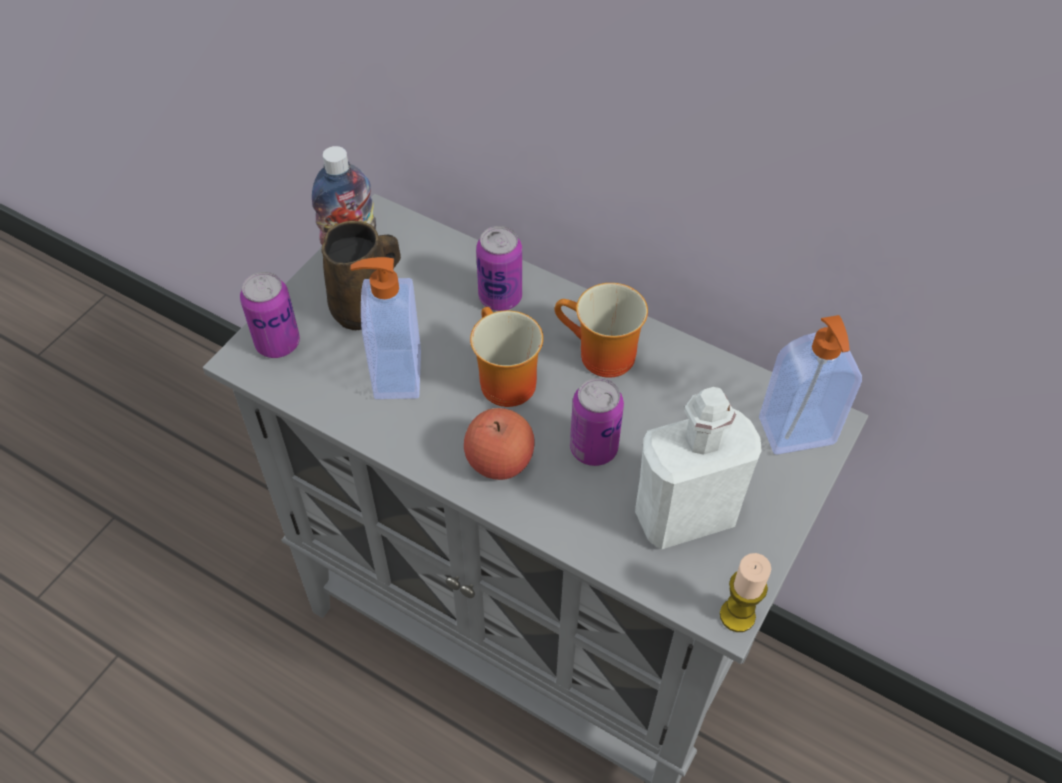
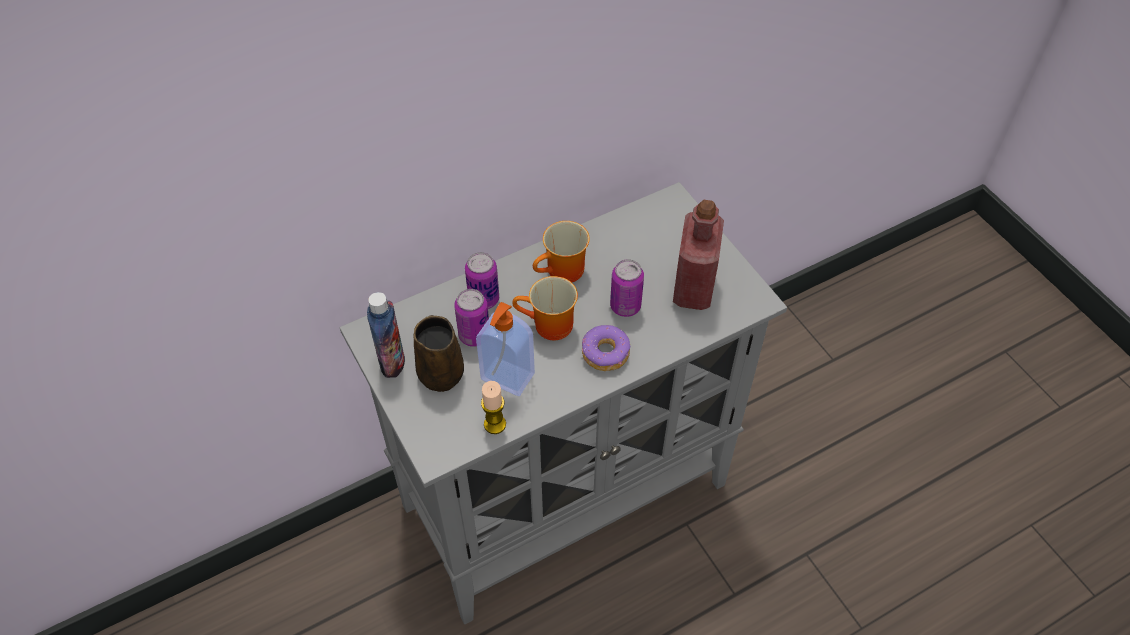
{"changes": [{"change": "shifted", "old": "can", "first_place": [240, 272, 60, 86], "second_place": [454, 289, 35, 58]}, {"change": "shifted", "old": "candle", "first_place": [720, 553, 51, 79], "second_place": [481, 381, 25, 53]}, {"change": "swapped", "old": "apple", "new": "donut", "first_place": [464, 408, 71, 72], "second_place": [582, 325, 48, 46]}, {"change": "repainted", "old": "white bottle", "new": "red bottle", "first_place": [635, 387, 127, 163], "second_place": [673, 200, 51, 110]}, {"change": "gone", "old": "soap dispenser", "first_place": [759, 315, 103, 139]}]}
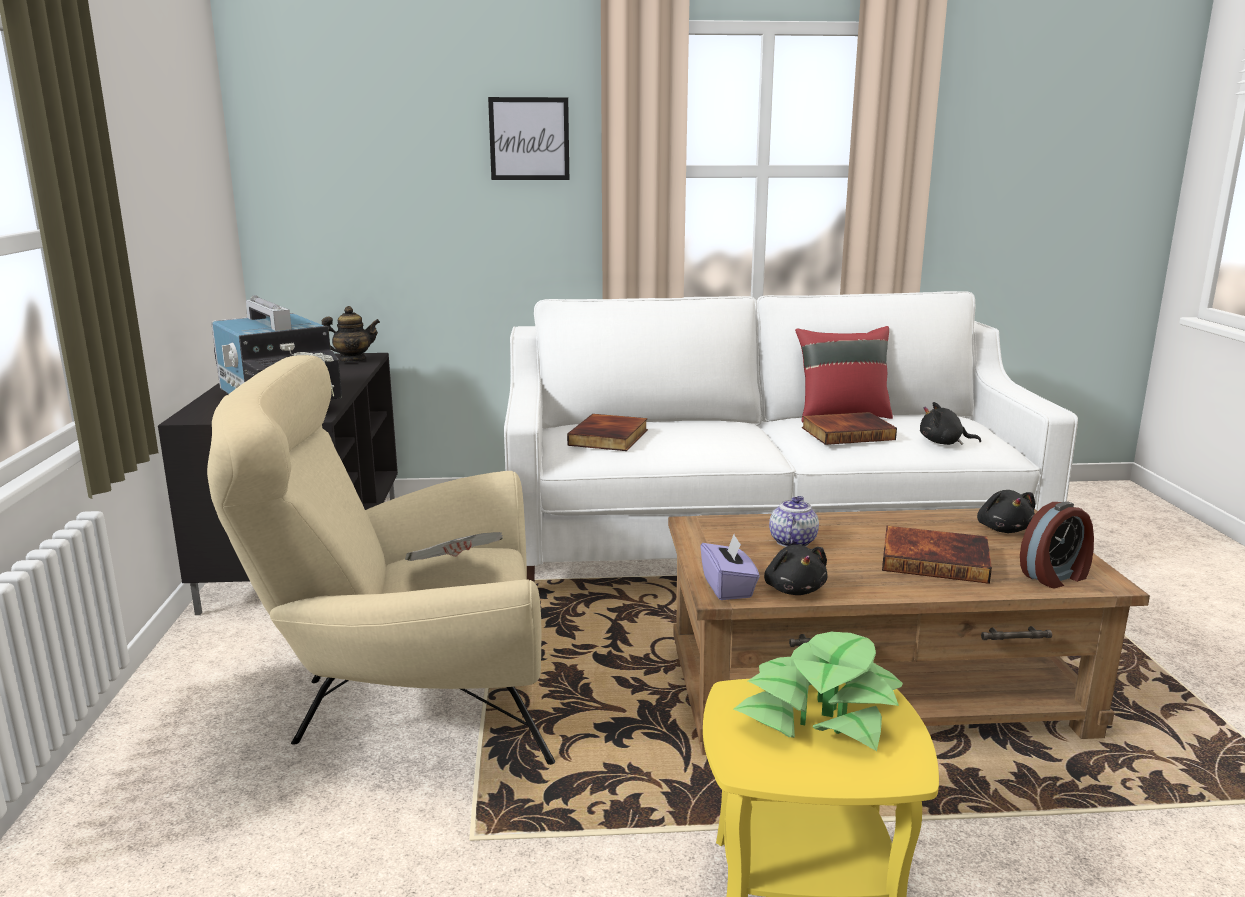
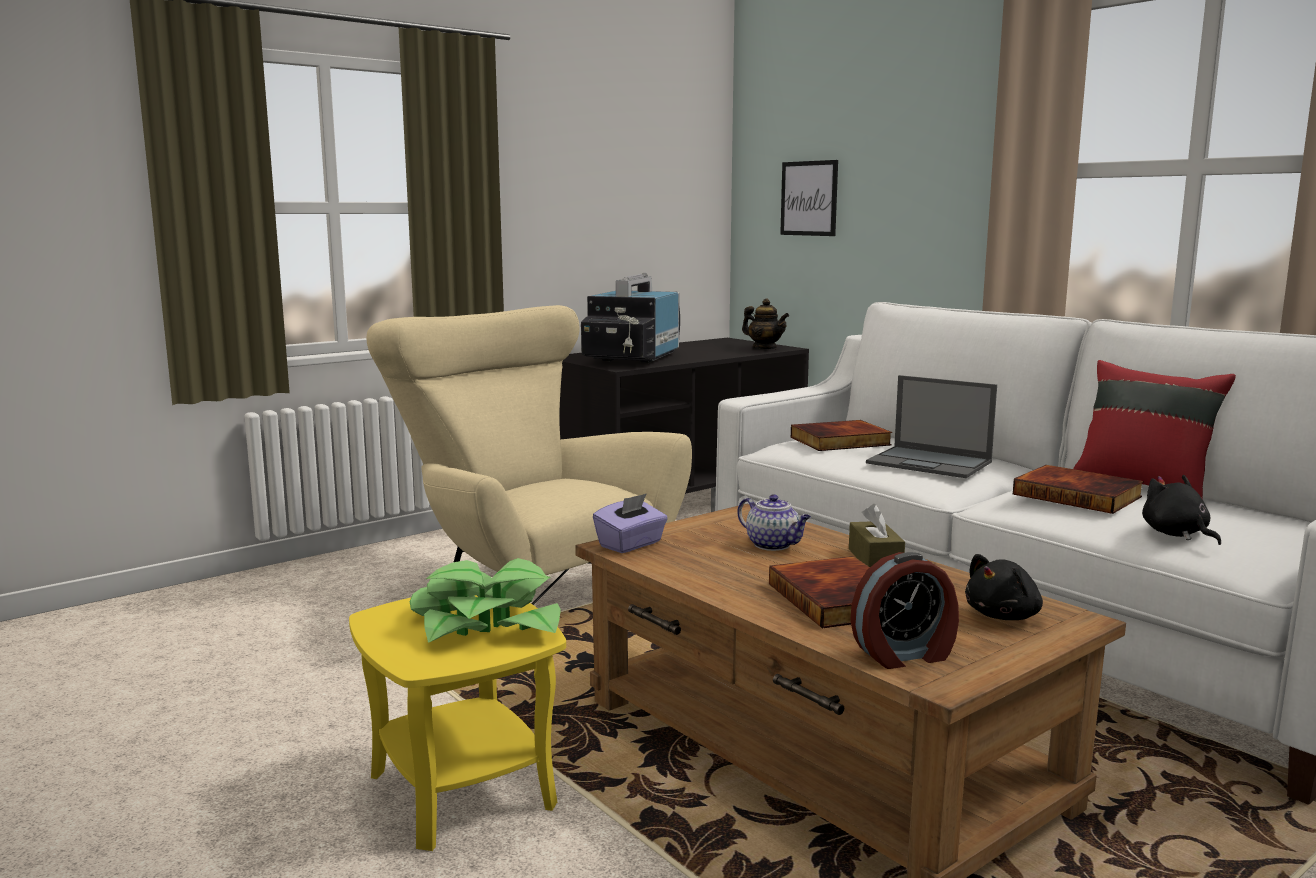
{"changes": [{"change": "rotated", "old": "teapot", "first_place": [769, 496, 50, 51], "second_place": [738, 494, 73, 57], "degrees": 60}, {"change": "shifted", "old": "picture", "first_place": [488, 97, 81, 83], "second_place": [780, 160, 58, 76]}, {"change": "new", "new": "brown tissue box", "second_place": [849, 504, 56, 63]}, {"change": "rotated", "old": "alarm clock", "first_place": [1020, 502, 74, 86], "second_place": [850, 552, 109, 117], "degrees": -45}, {"change": "new", "new": "laptop", "second_place": [866, 375, 131, 103]}, {"change": "gone", "old": "newspaper", "first_place": [405, 532, 98, 29]}, {"change": "gone", "old": "black plush toy", "first_place": [764, 544, 63, 51]}]}
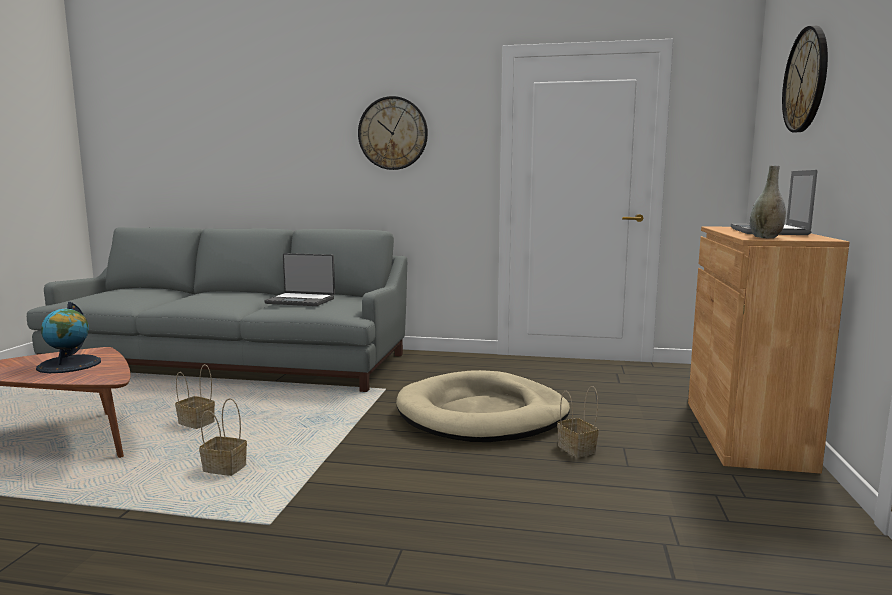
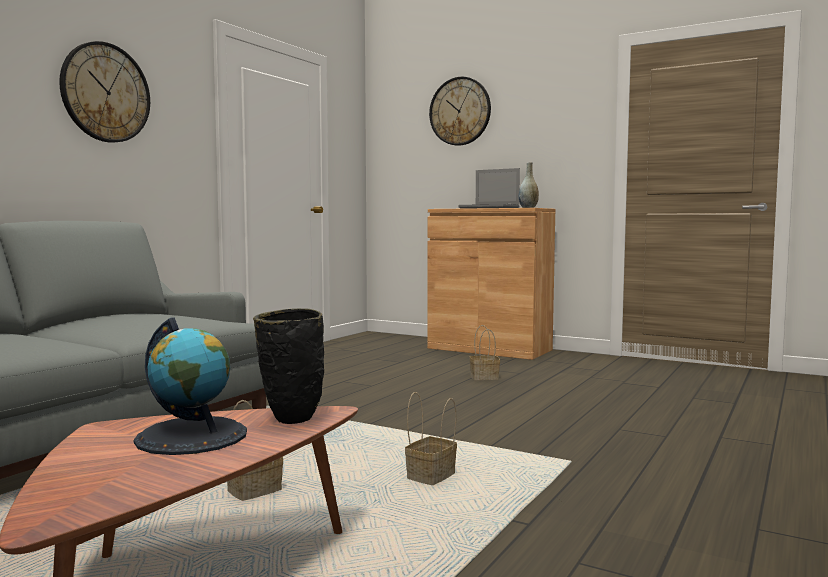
{"changes": [{"change": "new", "new": "black vase", "second_place": [253, 308, 71, 116]}, {"change": "gone", "old": "laptop", "first_place": [265, 253, 70, 53]}, {"change": "gone", "old": "beige dog bed", "first_place": [396, 370, 174, 72]}]}
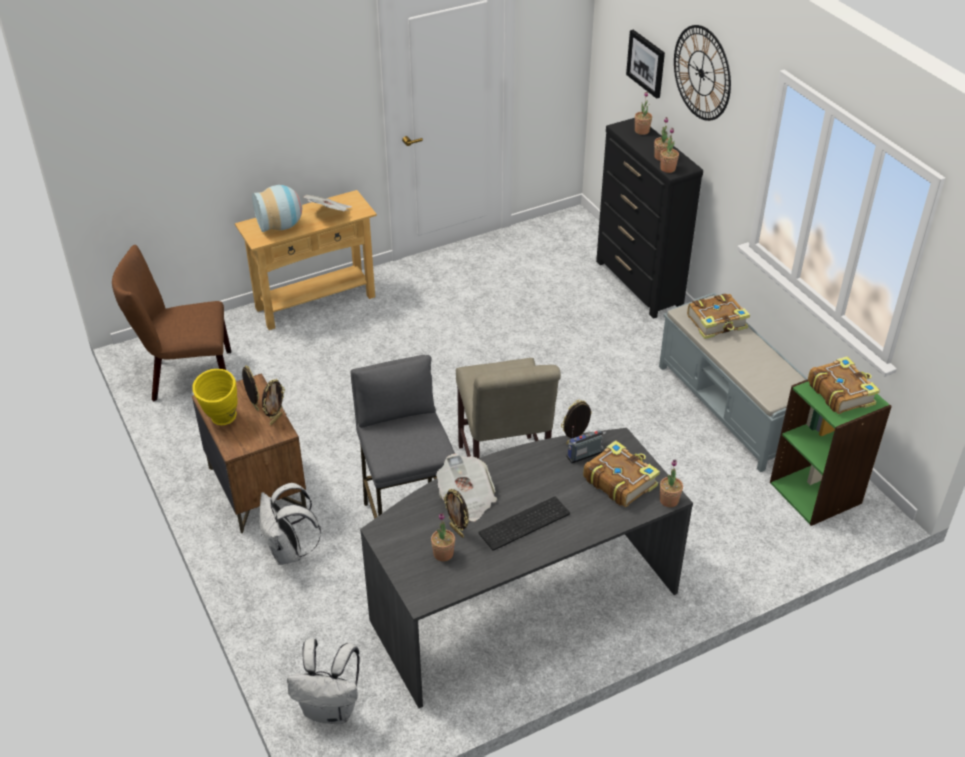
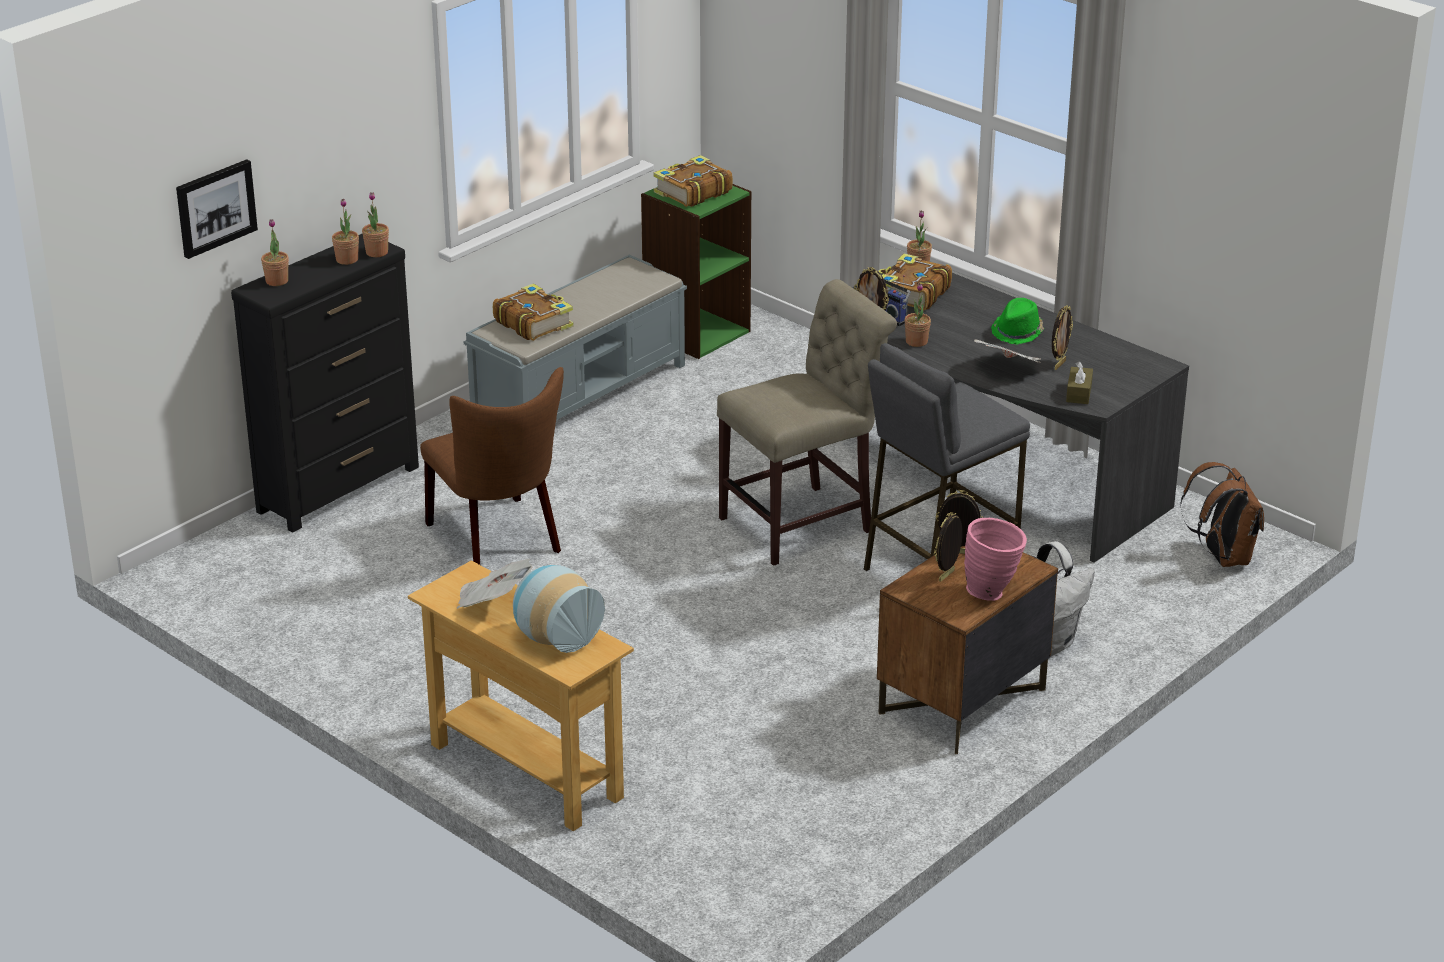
{"changes": [{"change": "shifted", "old": "brown chair", "first_place": [112, 245, 119, 156], "second_place": [420, 367, 144, 198]}, {"change": "shifted", "old": "potted plant", "first_place": [431, 513, 24, 48], "second_place": [905, 283, 26, 64]}, {"change": "repainted", "old": "yellow vase", "new": "pink vase", "first_place": [192, 369, 46, 56], "second_place": [964, 518, 63, 83]}, {"change": "swapped", "old": "keyboard", "new": "green hat", "first_place": [478, 496, 92, 55], "second_place": [991, 298, 53, 47]}, {"change": "new", "new": "brown tissue box", "second_place": [1066, 361, 27, 43]}, {"change": "repainted", "old": "white backpack", "new": "brown backpack", "first_place": [287, 639, 73, 85], "second_place": [1180, 462, 84, 105]}, {"change": "gone", "old": "wall clock", "first_place": [674, 25, 57, 96]}]}
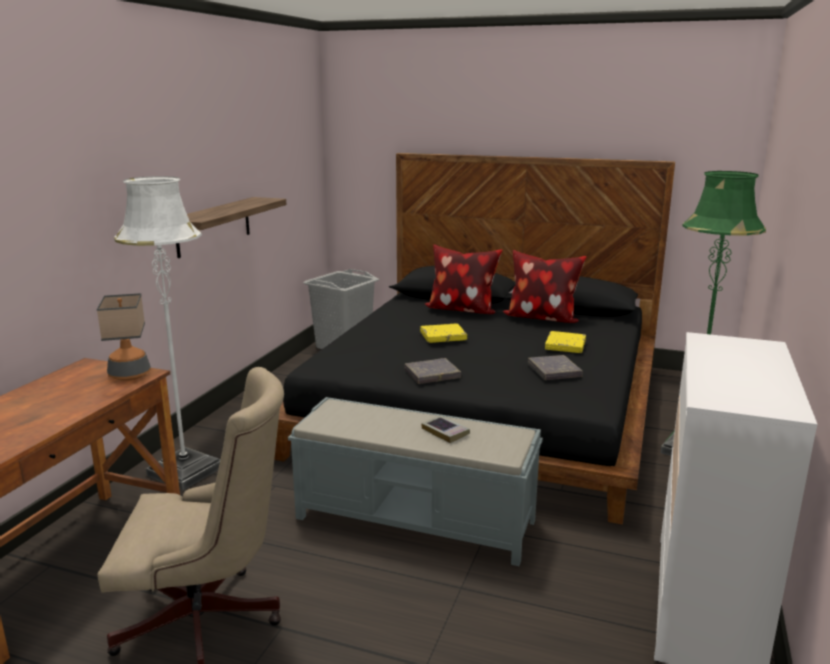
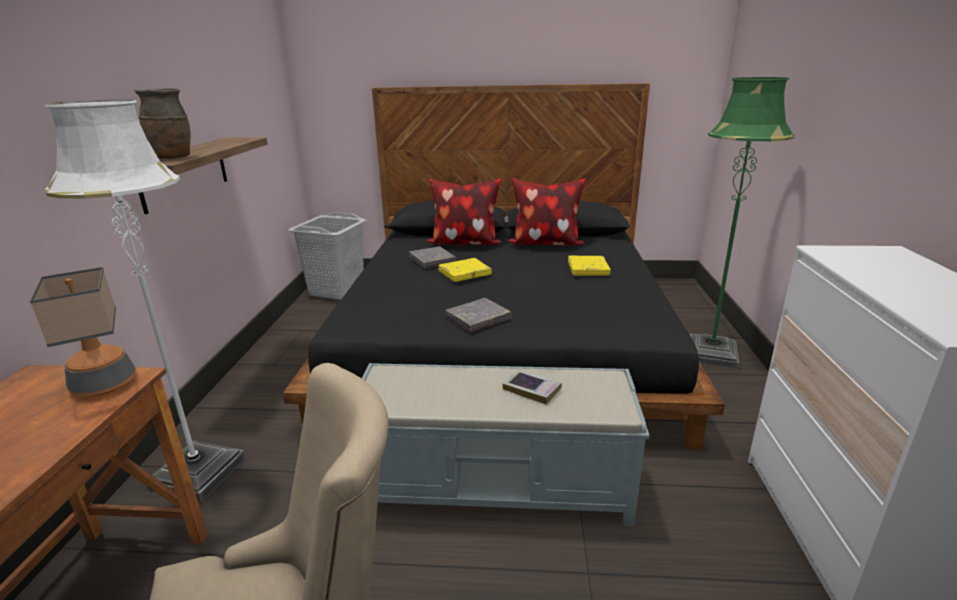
{"changes": [{"change": "new", "new": "brown vase", "second_place": [134, 88, 57, 71]}, {"change": "shifted", "old": "grey book", "first_place": [528, 355, 55, 25], "second_place": [409, 246, 47, 22]}]}
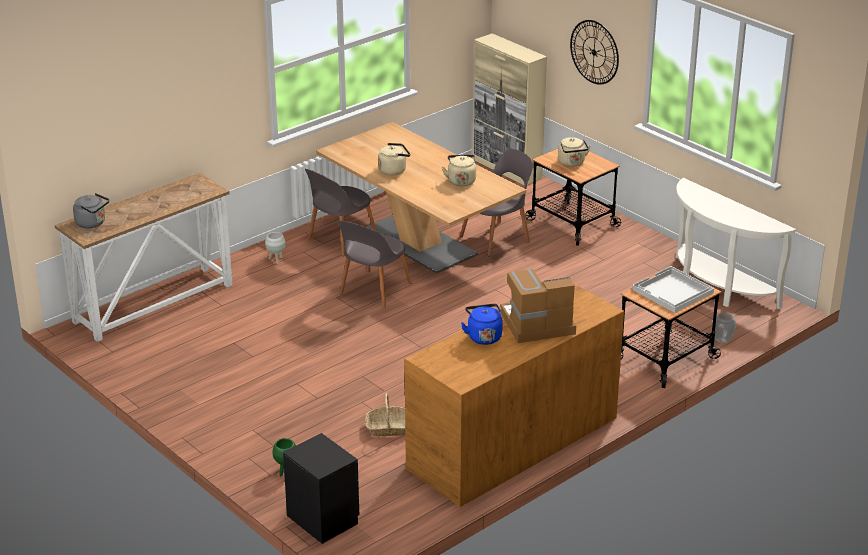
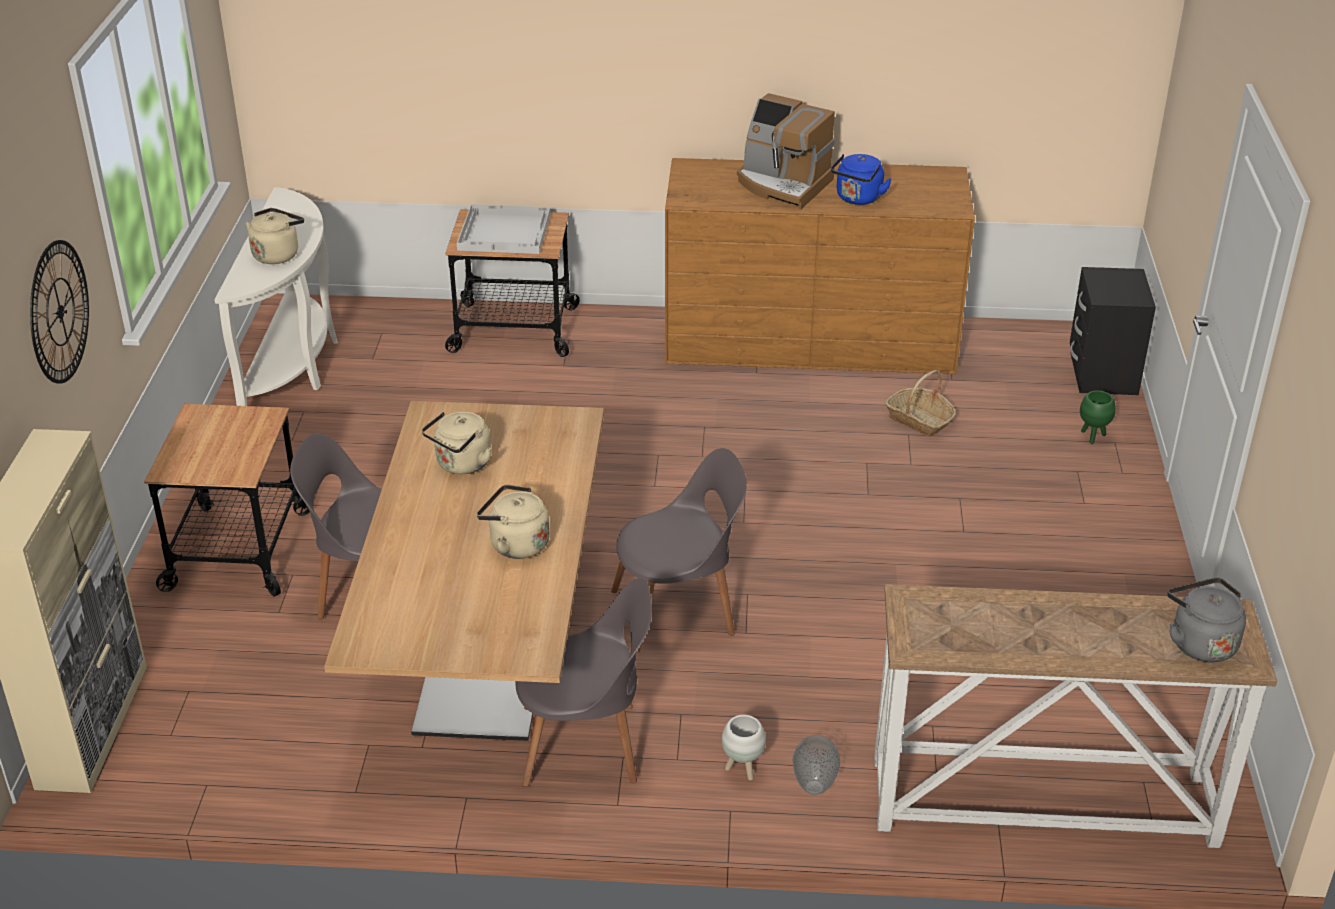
{"changes": [{"change": "shifted", "old": "beige kettle", "first_place": [558, 137, 33, 30], "second_place": [245, 208, 59, 56]}, {"change": "shifted", "old": "vase", "first_place": [712, 312, 24, 32], "second_place": [792, 735, 49, 60]}]}
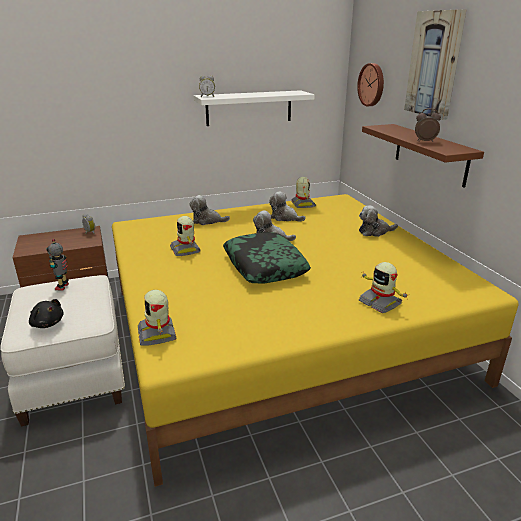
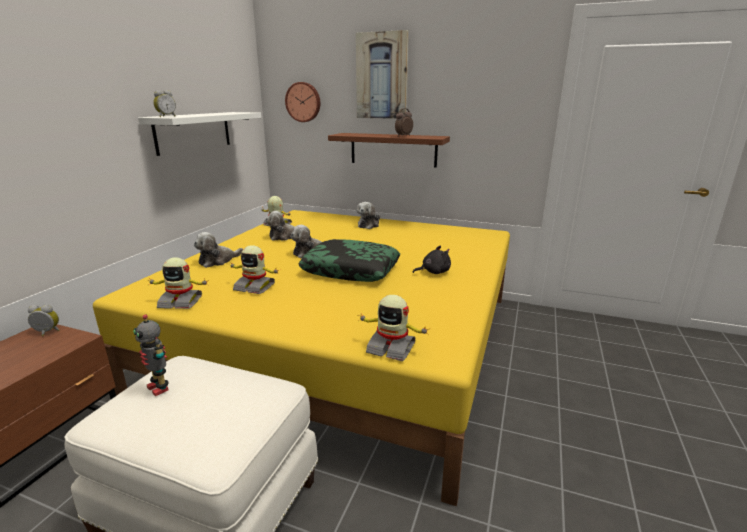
{"changes": [{"change": "shifted", "old": "toy robot", "first_place": [359, 262, 49, 51], "second_place": [146, 257, 63, 52]}, {"change": "shifted", "old": "black plush toy", "first_place": [29, 299, 35, 29], "second_place": [413, 246, 38, 28]}]}
